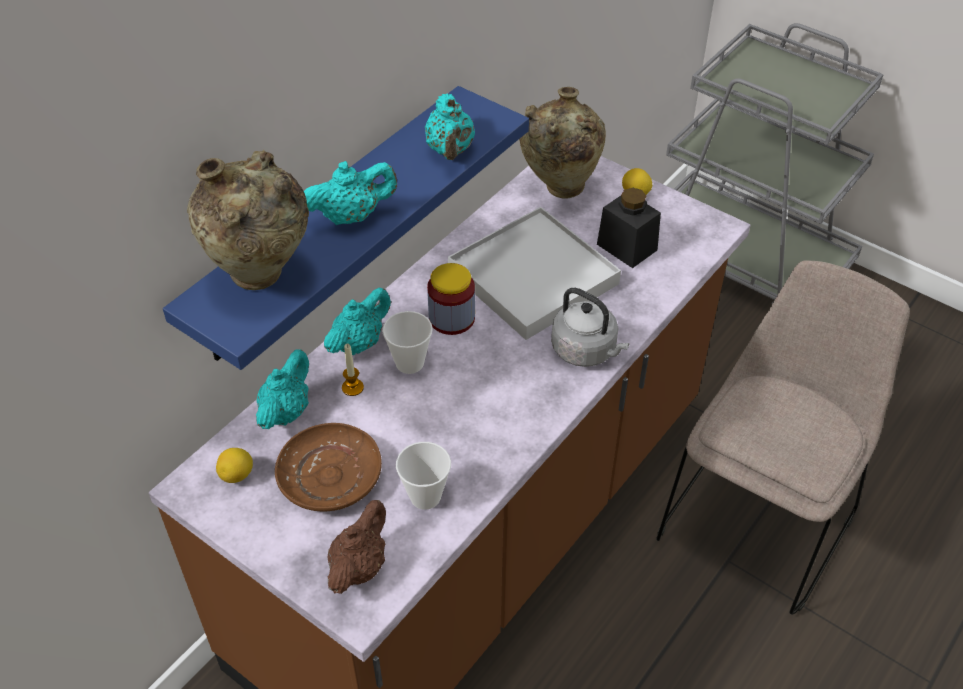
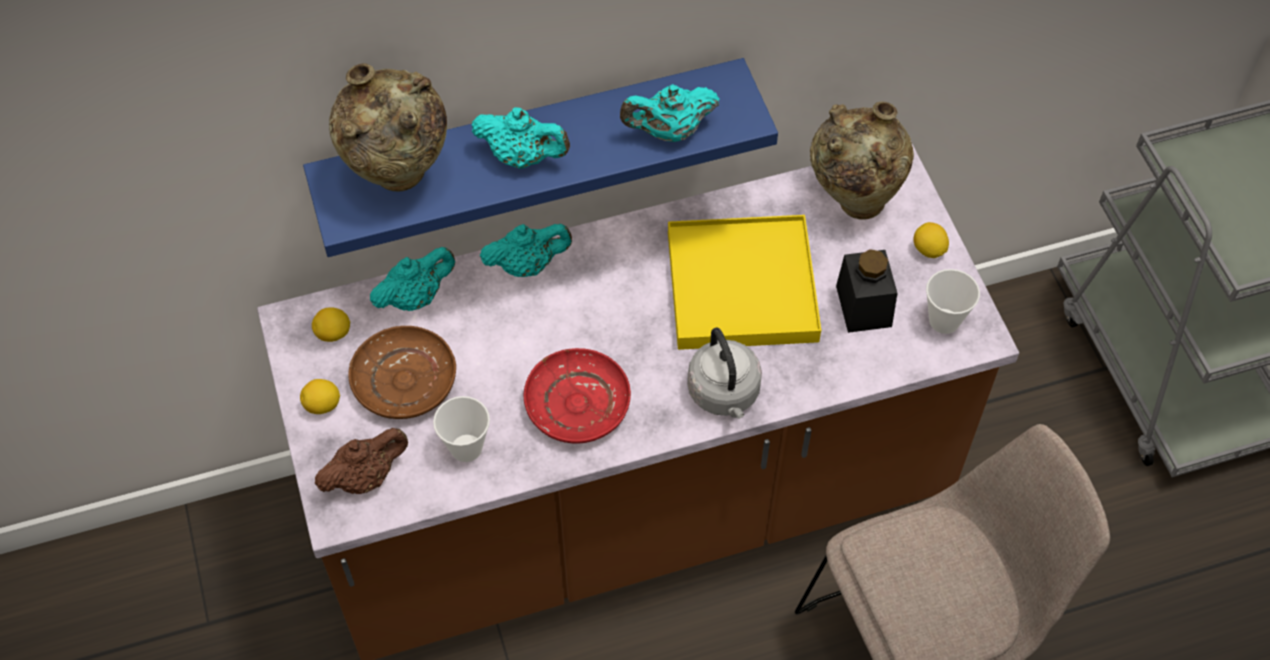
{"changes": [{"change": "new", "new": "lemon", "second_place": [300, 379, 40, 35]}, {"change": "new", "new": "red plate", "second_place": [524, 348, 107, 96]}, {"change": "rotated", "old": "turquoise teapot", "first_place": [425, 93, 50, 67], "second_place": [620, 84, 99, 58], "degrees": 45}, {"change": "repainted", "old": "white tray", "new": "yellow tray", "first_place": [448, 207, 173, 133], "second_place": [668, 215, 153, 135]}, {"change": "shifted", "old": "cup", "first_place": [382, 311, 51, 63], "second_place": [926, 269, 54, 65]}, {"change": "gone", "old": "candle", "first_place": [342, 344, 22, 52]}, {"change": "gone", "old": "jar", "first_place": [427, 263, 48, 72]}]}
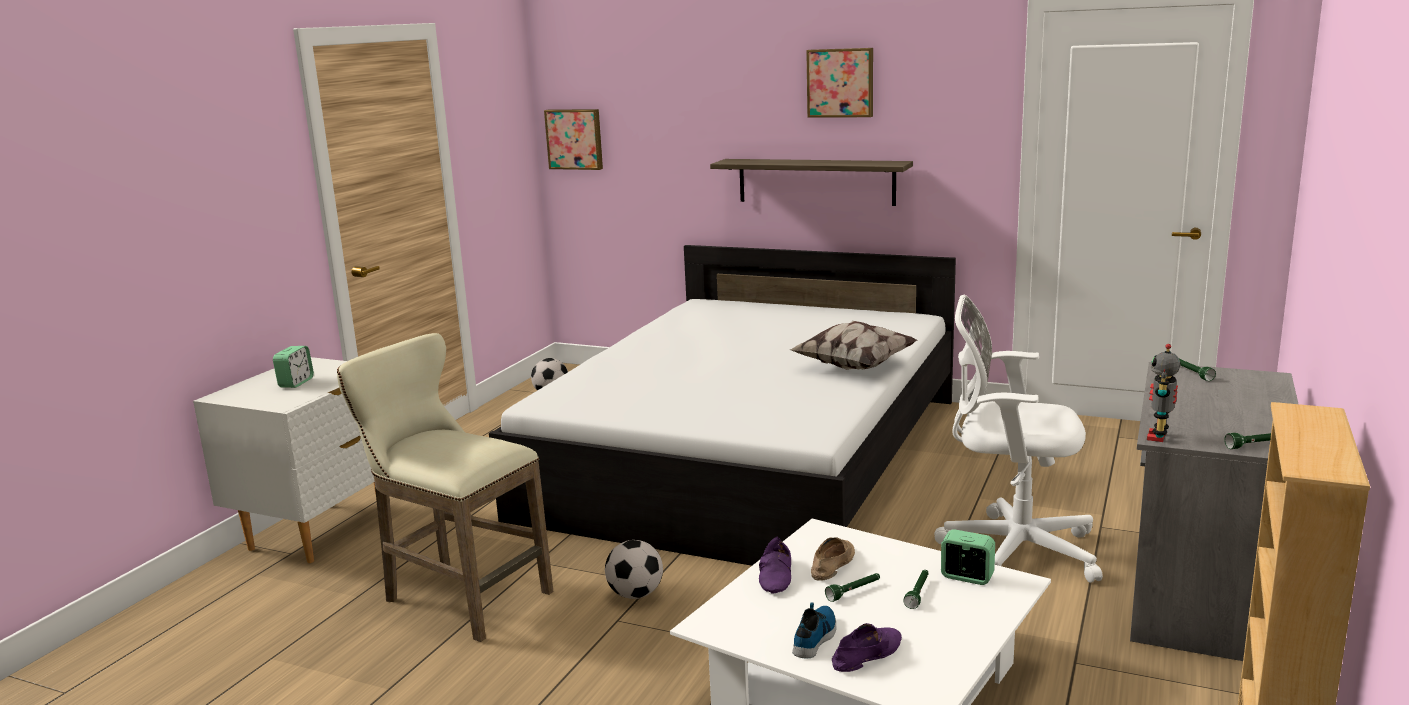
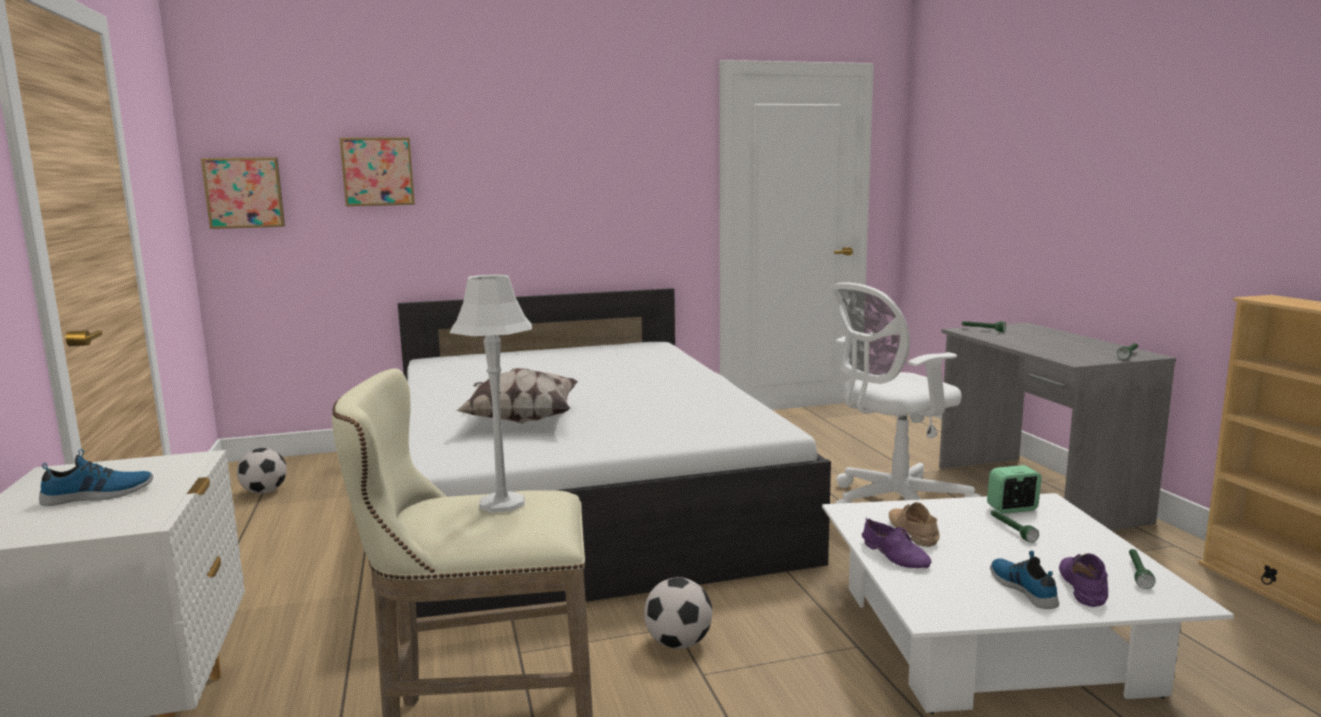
{"changes": [{"change": "swapped", "old": "alarm clock", "new": "shoe", "first_place": [273, 346, 41, 42], "second_place": [39, 449, 114, 57]}, {"change": "shifted", "old": "picture", "first_place": [806, 48, 67, 70], "second_place": [339, 137, 76, 69]}, {"change": "new", "new": "grey table lamp", "second_place": [449, 274, 83, 239]}, {"change": "shifted", "old": "pillow", "first_place": [790, 321, 127, 49], "second_place": [456, 368, 122, 56]}, {"change": "shifted", "old": "green flashlight", "first_place": [825, 573, 55, 29], "second_place": [1129, 549, 27, 40]}, {"change": "gone", "old": "shelf", "first_place": [710, 159, 203, 47]}, {"change": "gone", "old": "toy robot", "first_place": [1147, 344, 33, 98]}]}
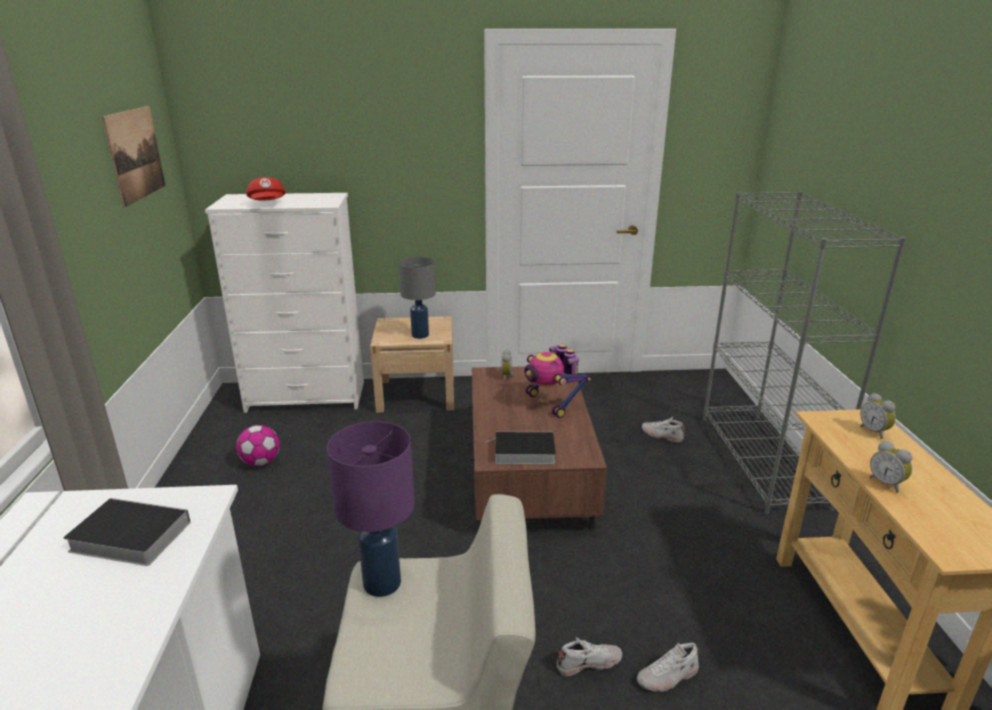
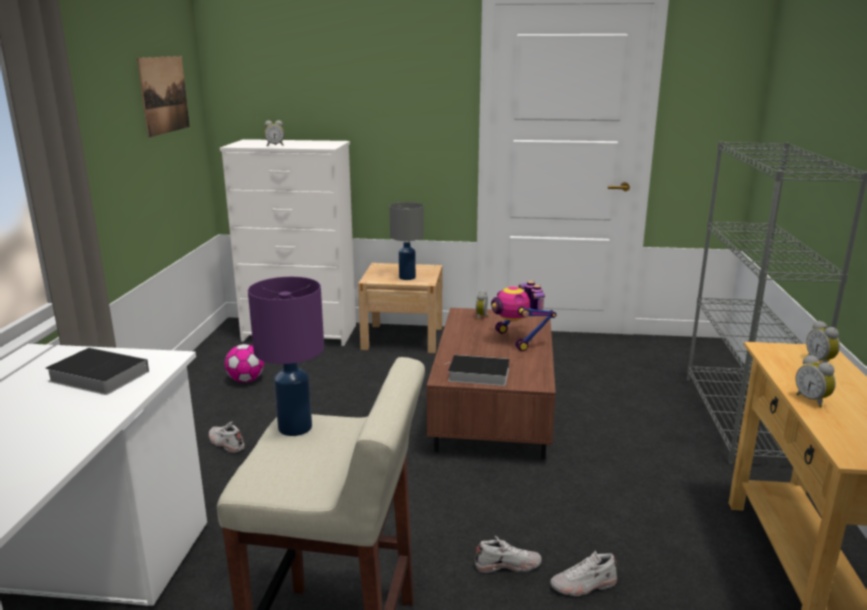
{"changes": [{"change": "shifted", "old": "white shoe", "first_place": [642, 417, 43, 25], "second_place": [209, 421, 36, 32]}, {"change": "swapped", "old": "red cap", "new": "alarm clock", "first_place": [246, 177, 40, 23], "second_place": [264, 120, 21, 26]}]}
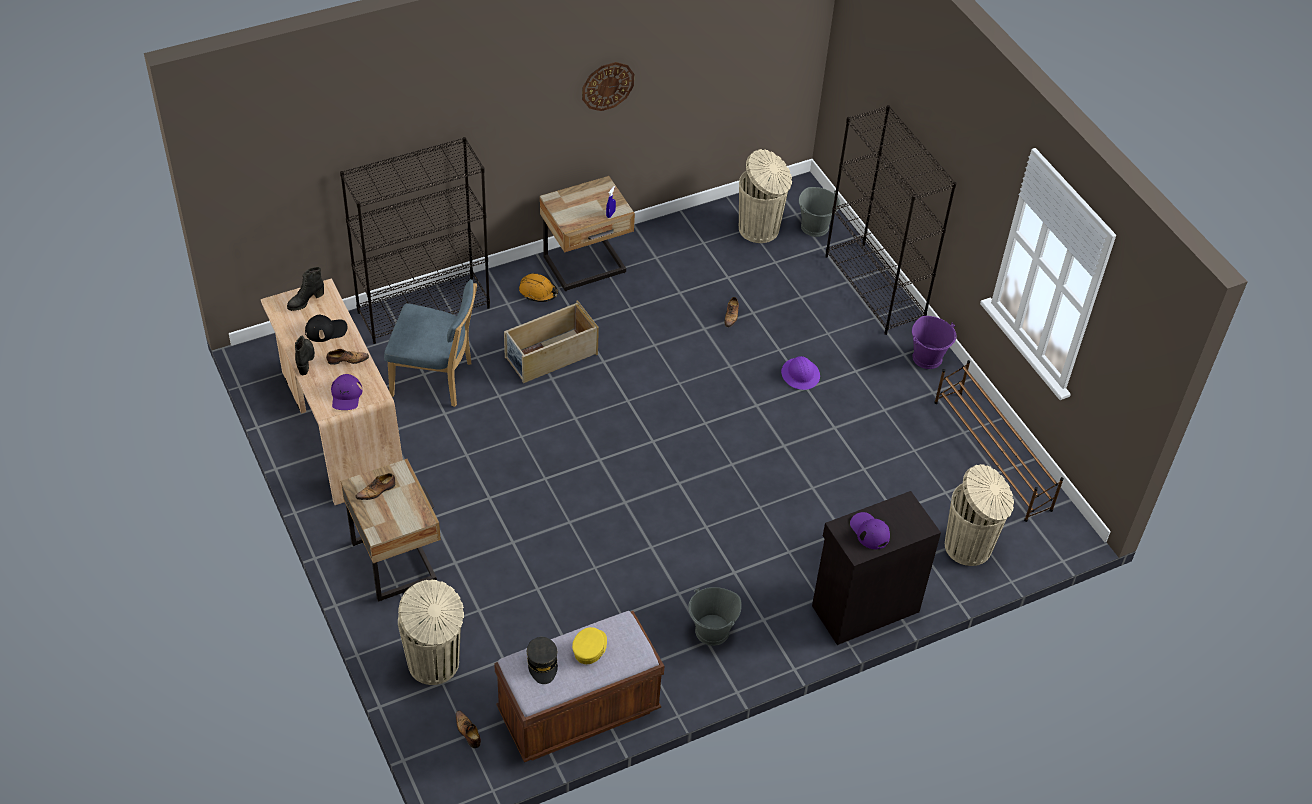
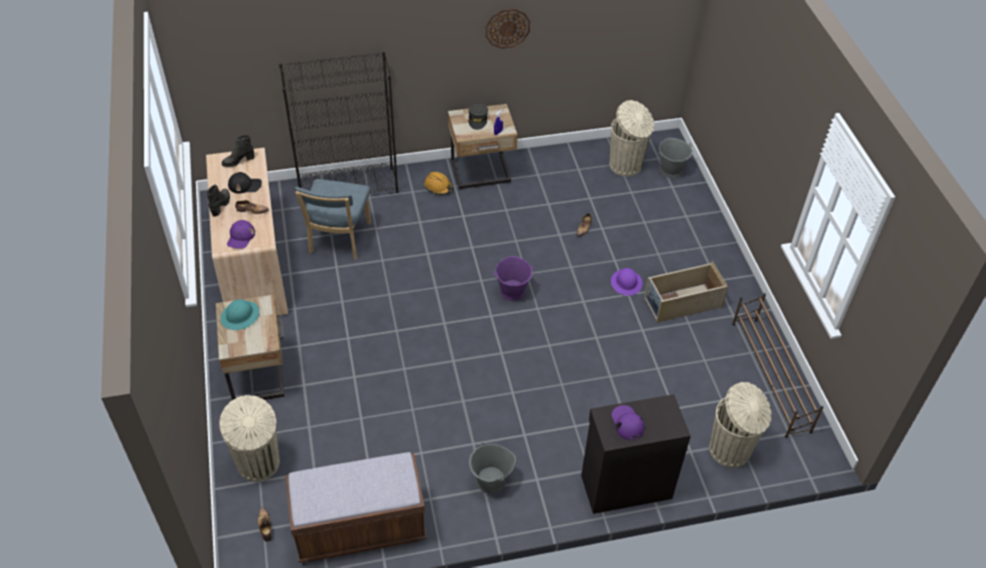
{"changes": [{"change": "swapped", "old": "shoe", "new": "turquoise hard hat", "first_place": [355, 473, 40, 27], "second_place": [220, 299, 39, 31]}, {"change": "rotated", "old": "blue chair", "first_place": [384, 279, 93, 128], "second_place": [295, 179, 76, 81], "degrees": 75}, {"change": "shifted", "old": "grey cap", "first_place": [527, 637, 31, 47], "second_place": [468, 103, 20, 27]}, {"change": "shifted", "old": "purple bucket", "first_place": [912, 316, 45, 53], "second_place": [494, 256, 40, 45]}, {"change": "shifted", "old": "beige storage box", "first_place": [504, 300, 95, 83], "second_place": [644, 261, 84, 62]}, {"change": "gone", "old": "yellow cap", "first_place": [572, 627, 35, 37]}, {"change": "gone", "old": "black bookcase", "first_place": [825, 105, 132, 230]}]}
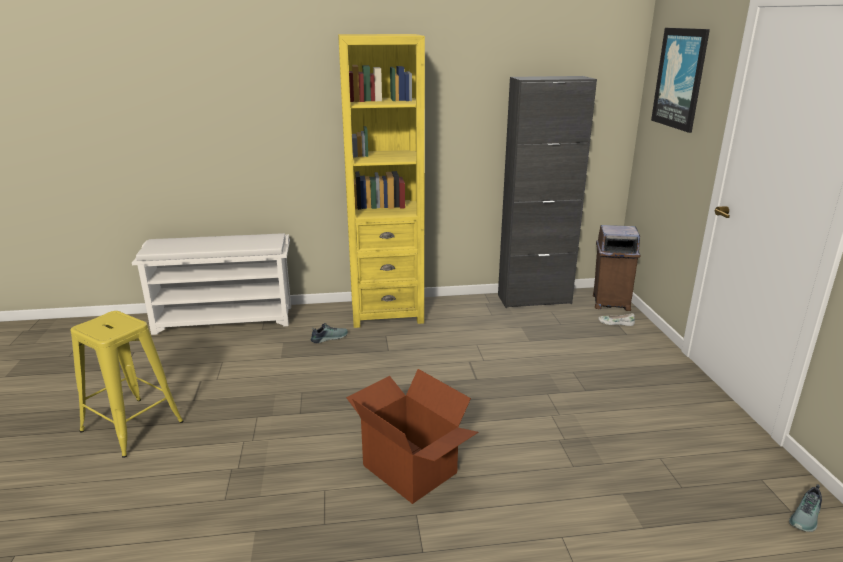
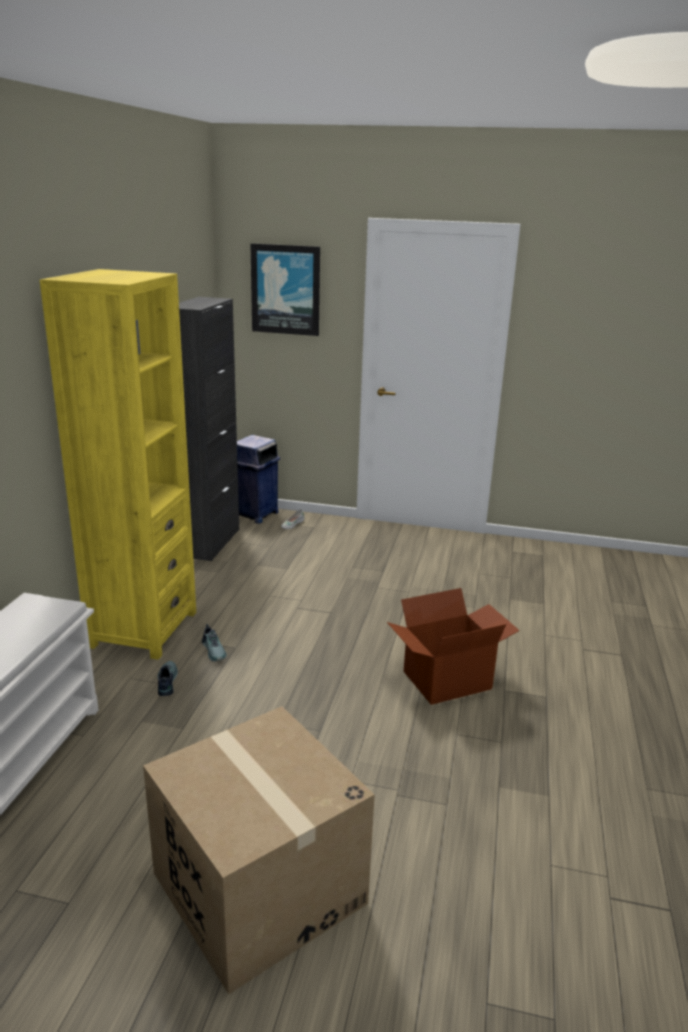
{"changes": [{"change": "swapped", "old": "yellow stool", "new": "cardboard box", "first_place": [70, 311, 114, 147], "second_place": [143, 706, 232, 288]}, {"change": "shifted", "old": "shoe", "first_place": [789, 484, 33, 48], "second_place": [202, 624, 25, 38]}, {"change": "repainted", "old": "brown trash can", "new": "blue trash can", "first_place": [593, 225, 47, 86], "second_place": [237, 435, 43, 89]}]}
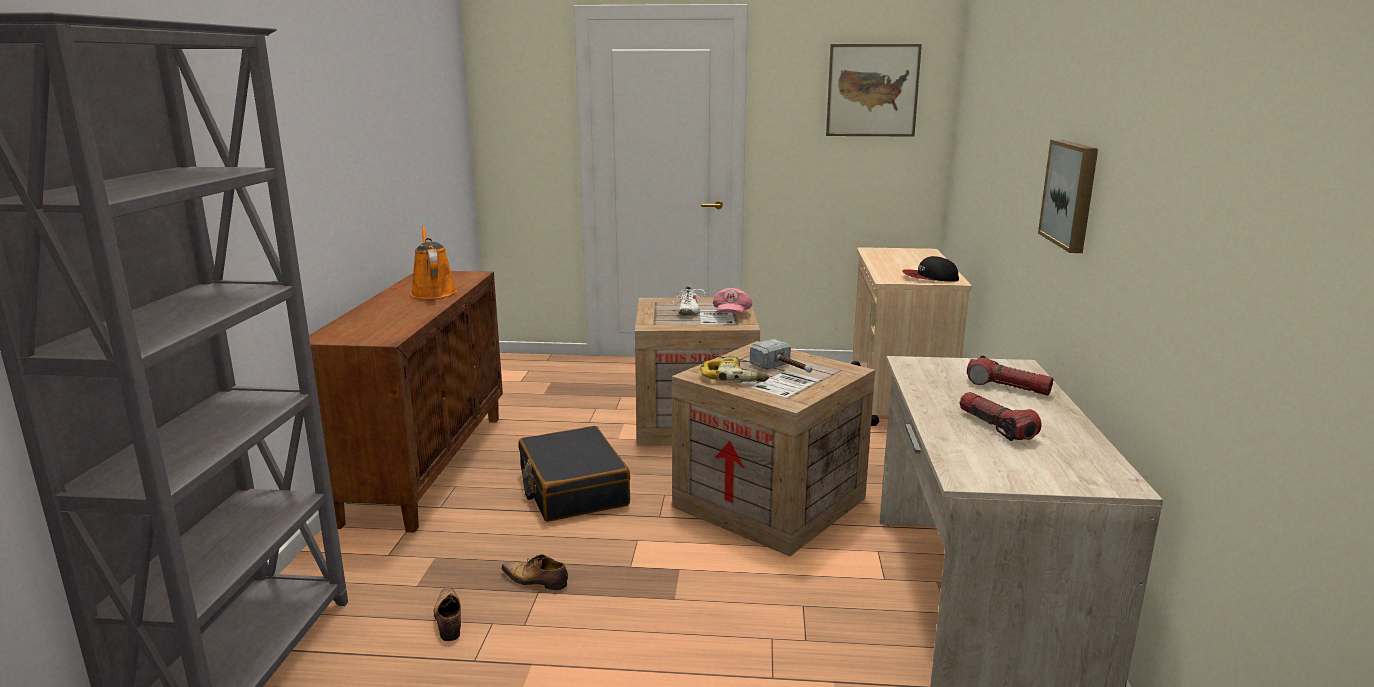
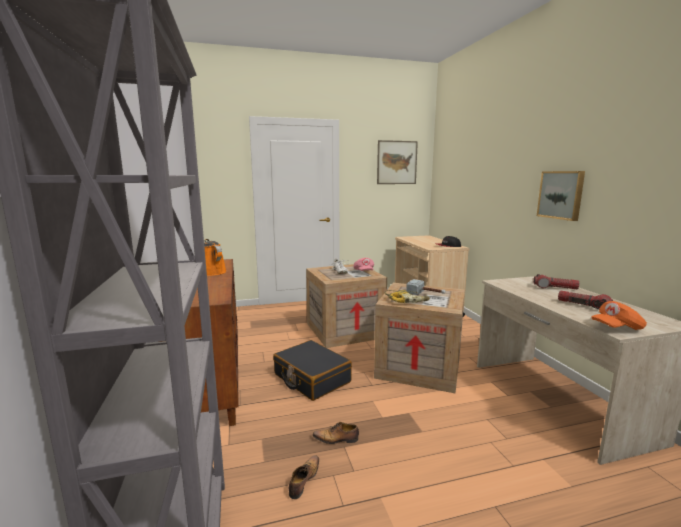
{"changes": [{"change": "rotated", "old": "shoe", "first_place": [434, 587, 27, 54], "second_place": [289, 455, 30, 44], "degrees": 60}, {"change": "new", "new": "orange cap", "second_place": [591, 301, 56, 29]}]}
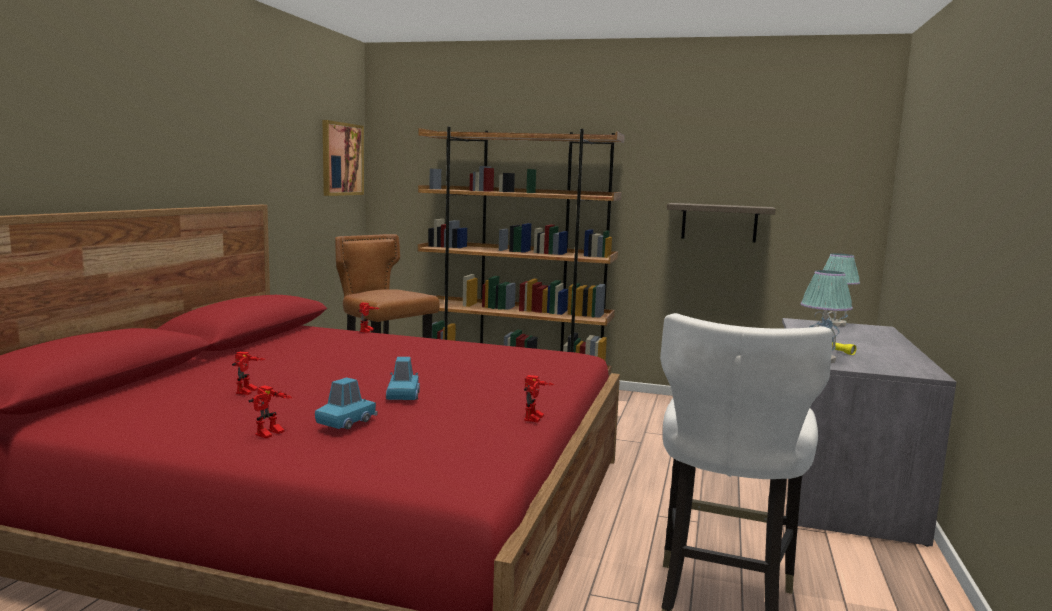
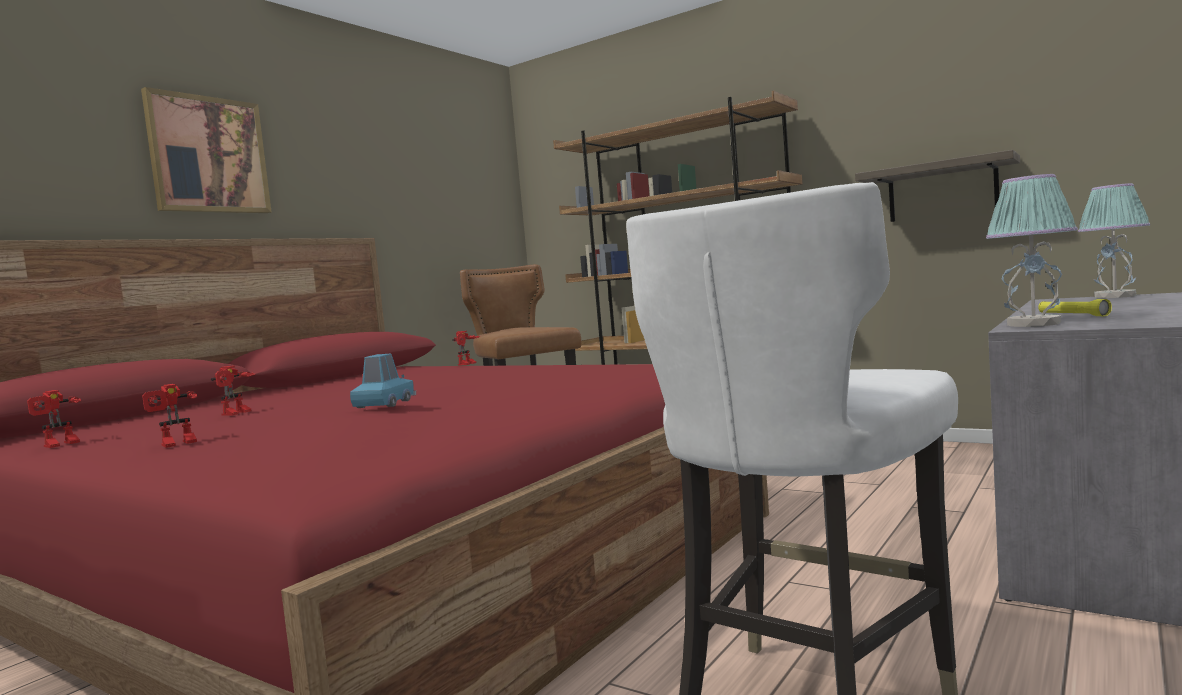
{"changes": [{"change": "shifted", "old": "toy robot", "first_place": [524, 375, 30, 47], "second_place": [27, 390, 54, 58]}, {"change": "shifted", "old": "picture", "first_place": [323, 120, 41, 76], "second_place": [141, 87, 130, 126]}, {"change": "gone", "old": "blue toy car", "first_place": [315, 377, 63, 52]}]}
